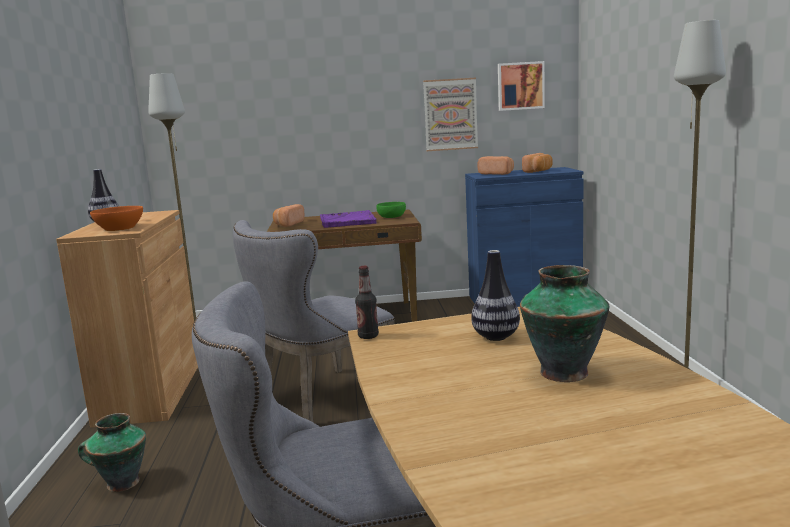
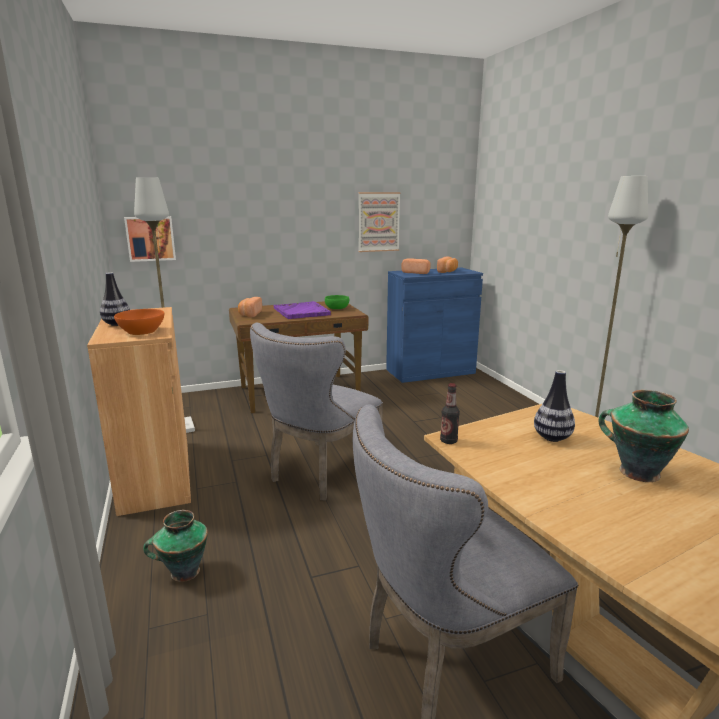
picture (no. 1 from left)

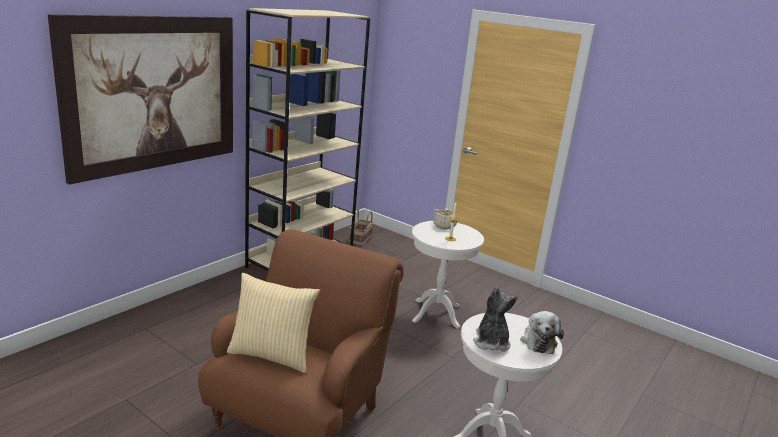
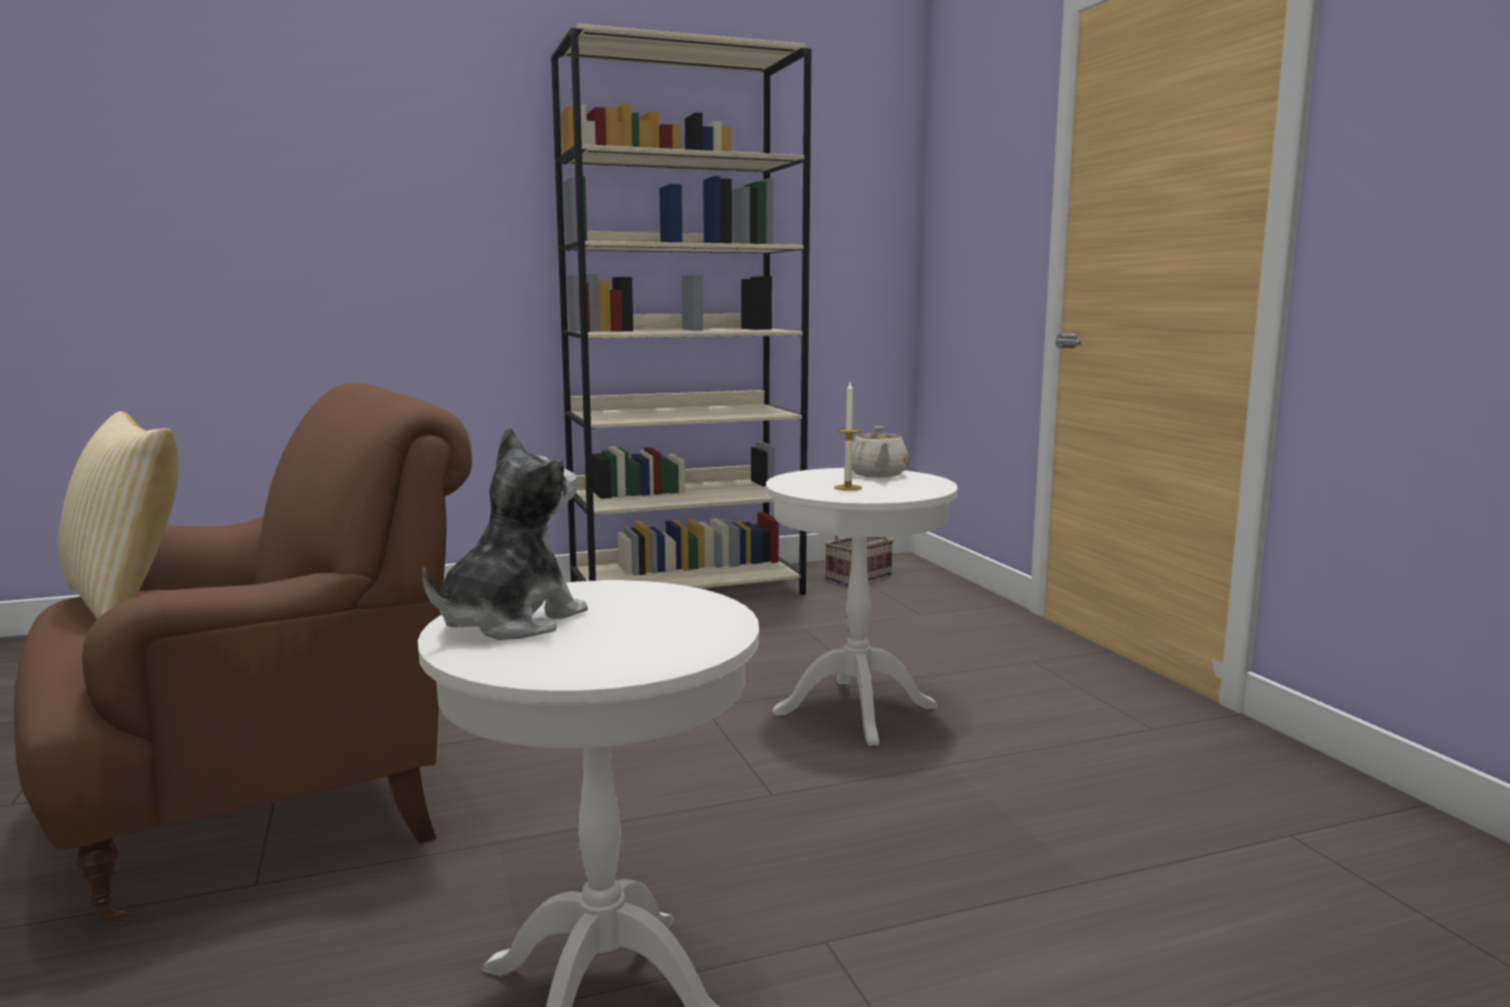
picture; plush_toy (no. 2 from left in the first image)

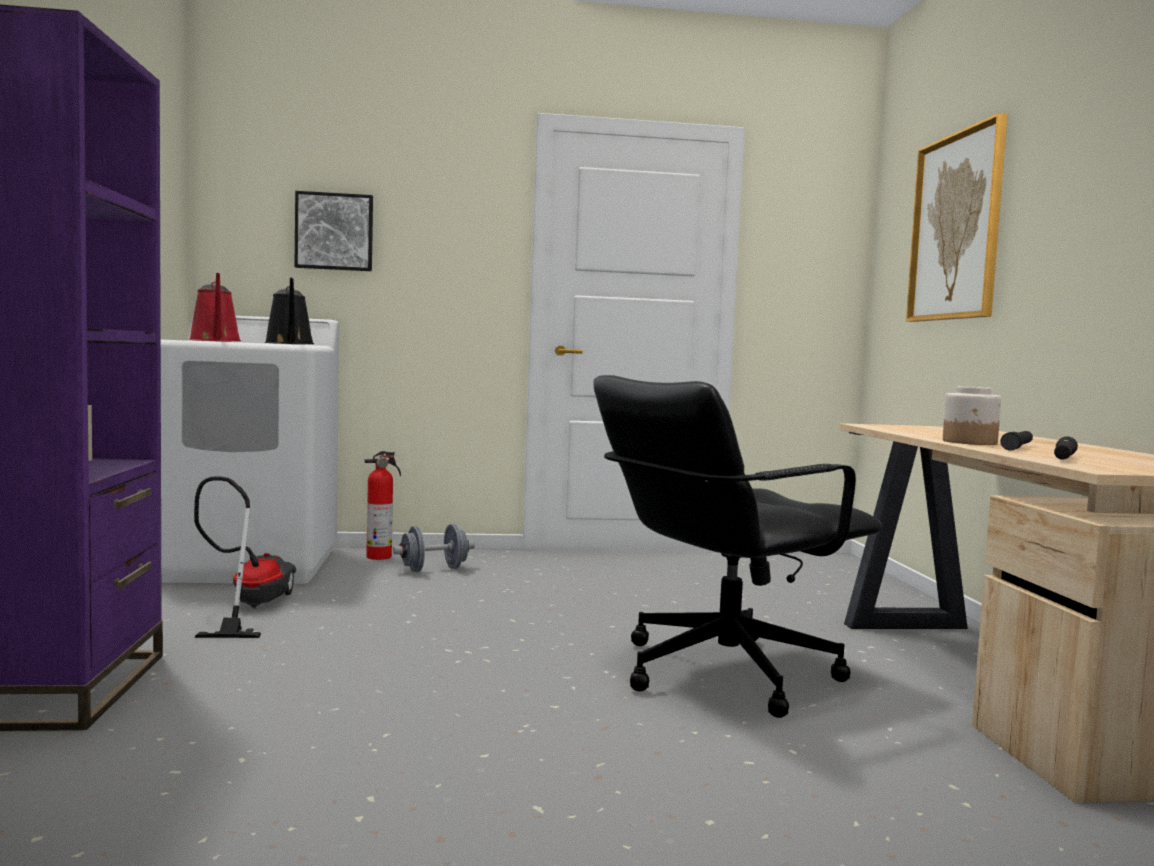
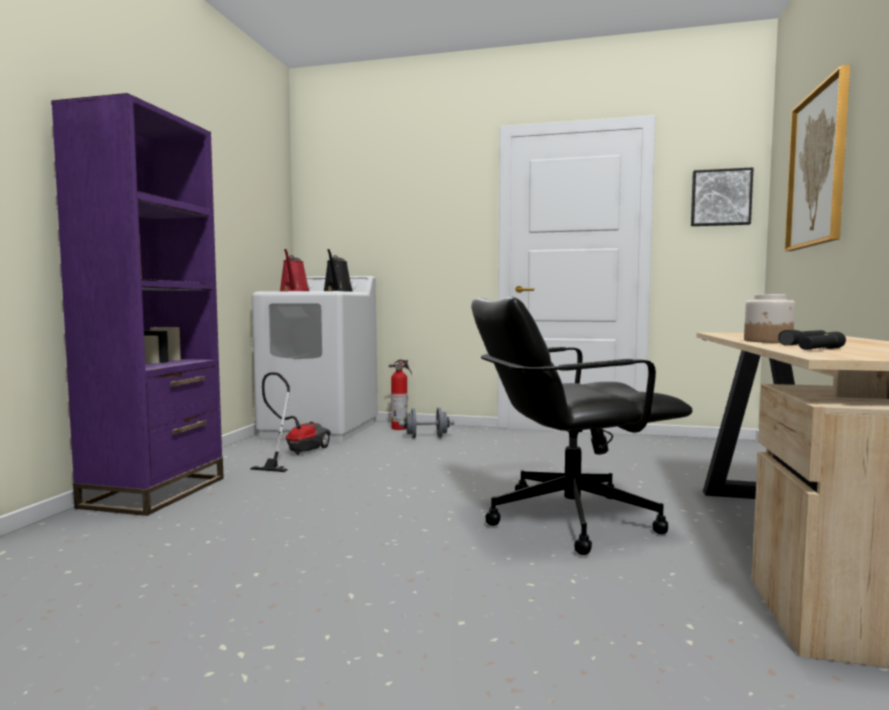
picture (no. 1 from left)

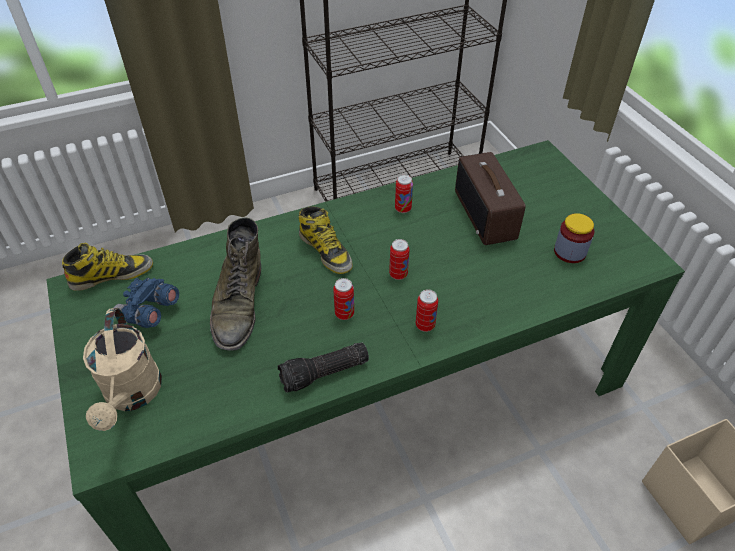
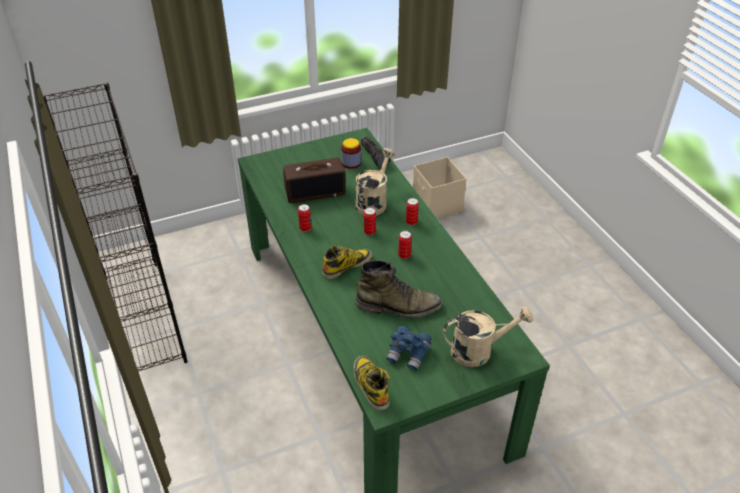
beige_watering_can (no. 1 from left); flashlight

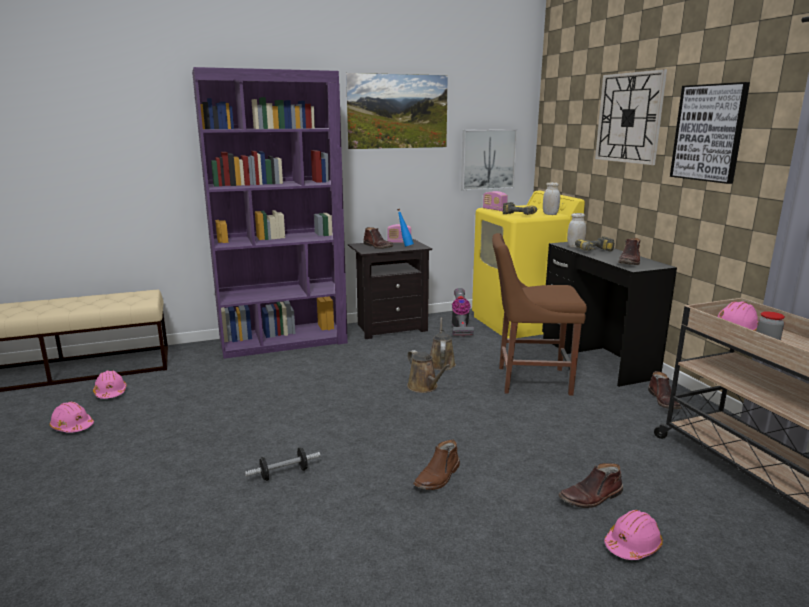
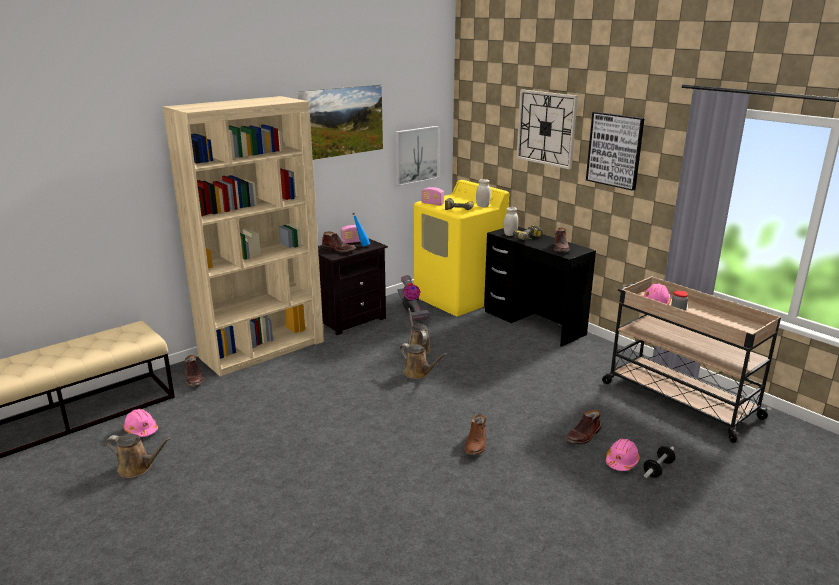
brown_watering_can (no. 1 from left); beige_bookcase; brown_boot (no. 1 from left); dumbbell; brown_chair

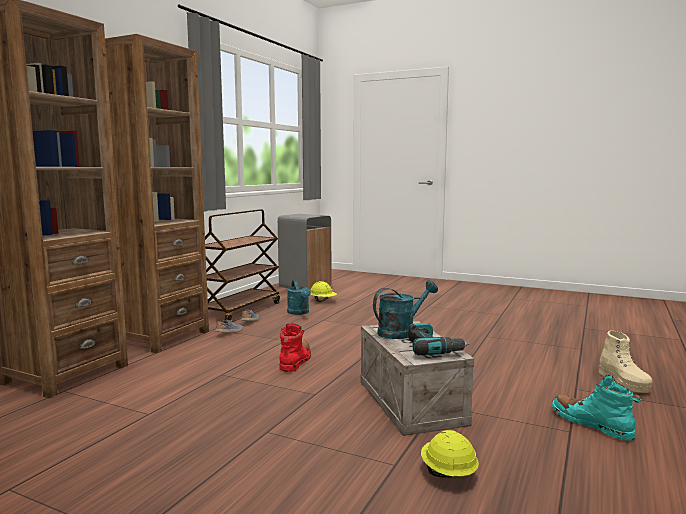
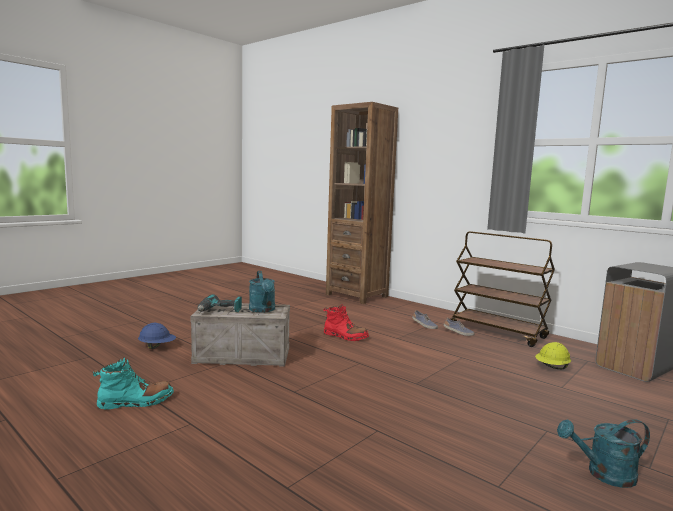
blue_hard_hat; turquoise_watering_can (no. 2 from left); brown_bookcase (no. 2 from left in the first image); beige_boot

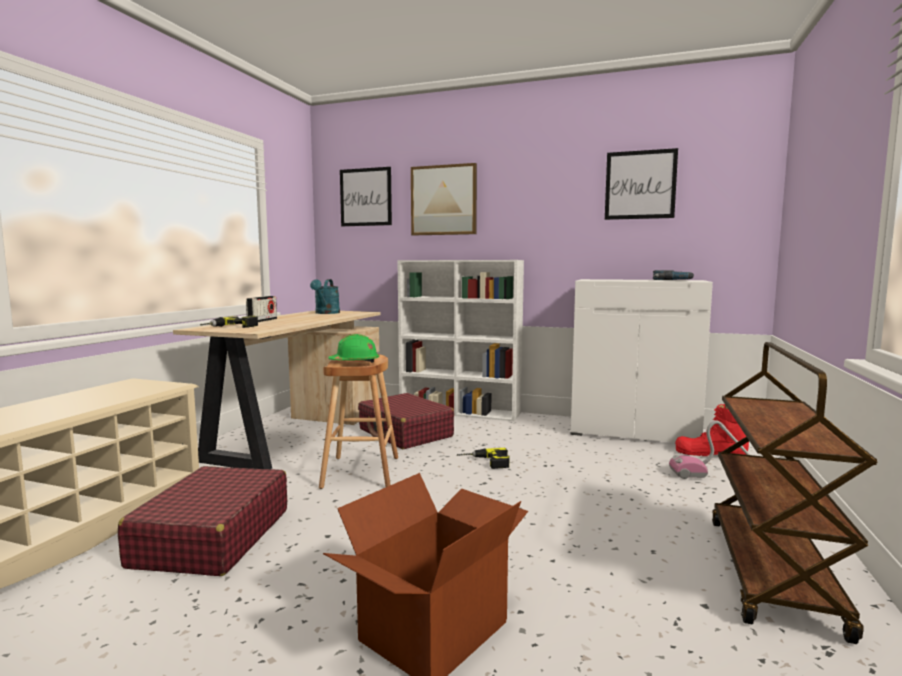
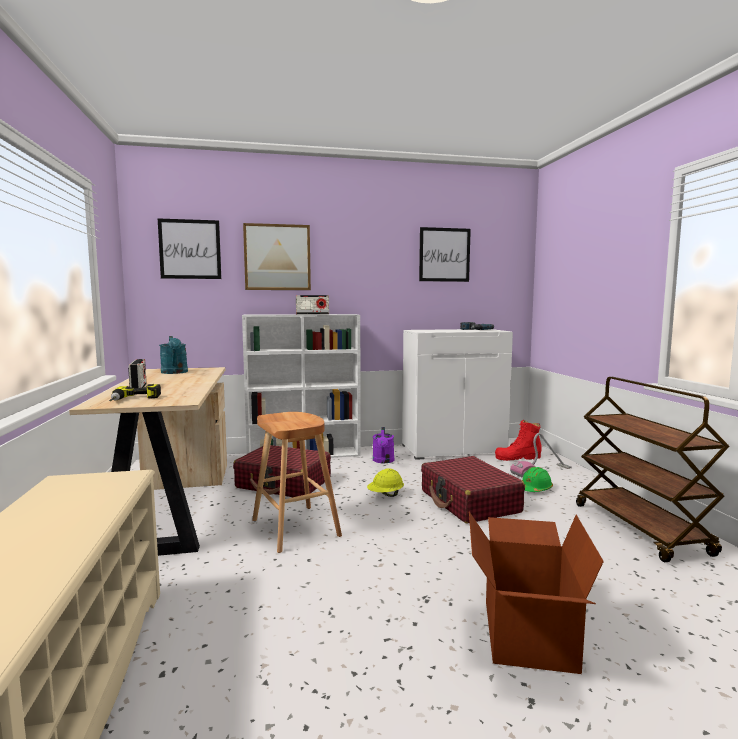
radio (no. 2 from left); yellow_hard_hat; purple_watering_can; red_suitcase (no. 2 from left); green_hard_hat

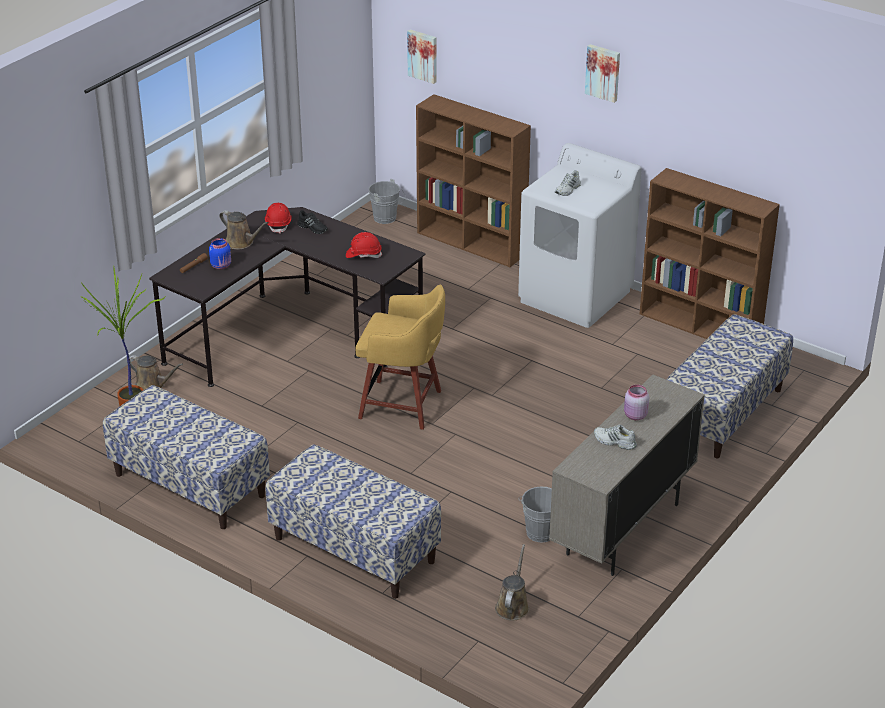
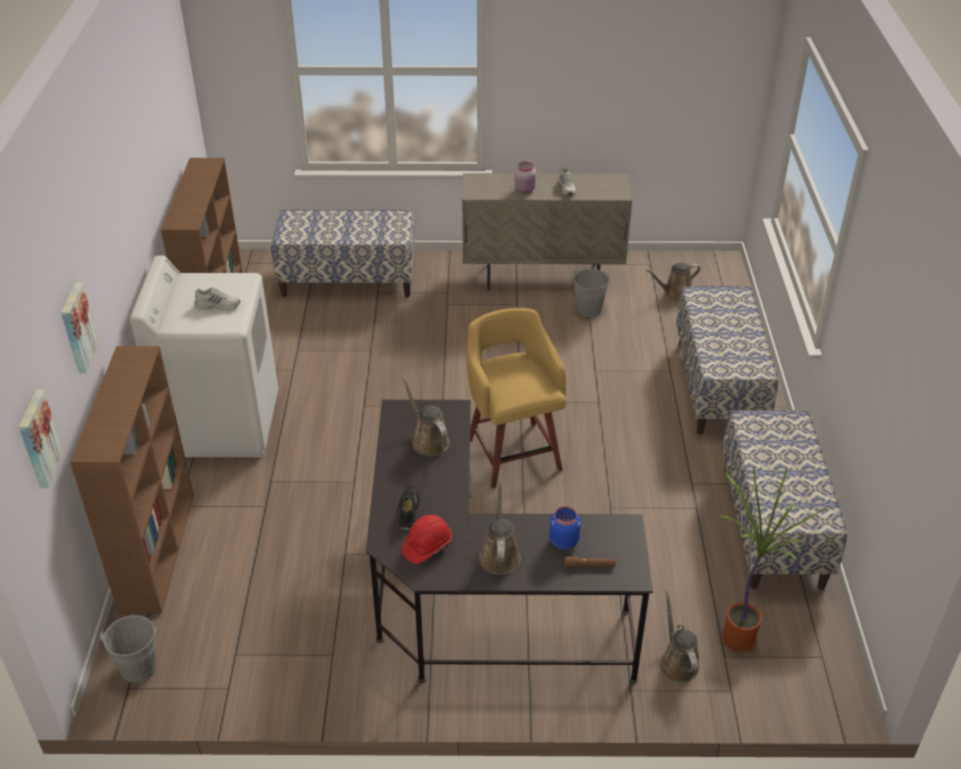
picture (no. 2 from left); brown_watering_can (no. 1 from left)

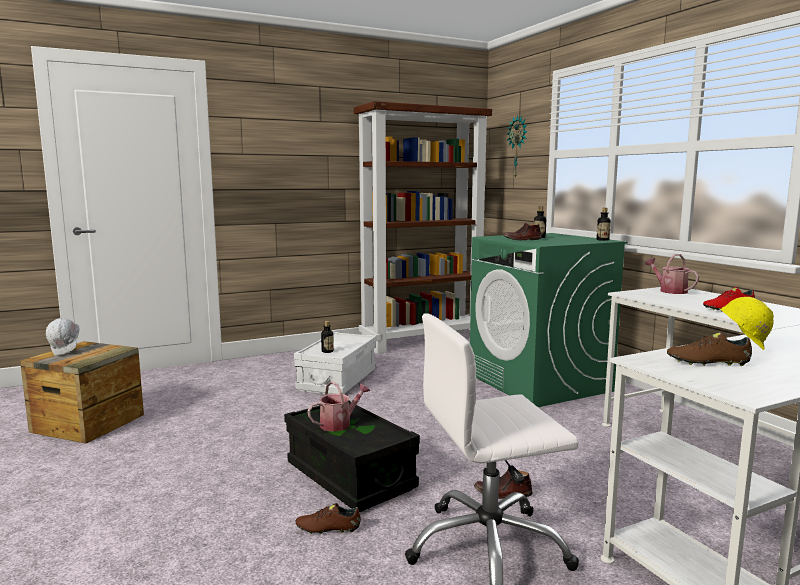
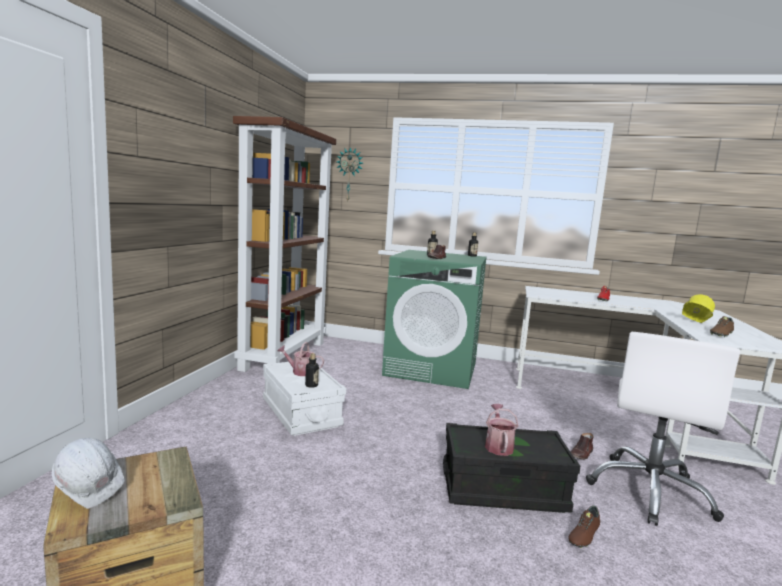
watering_can (no. 1 from left)

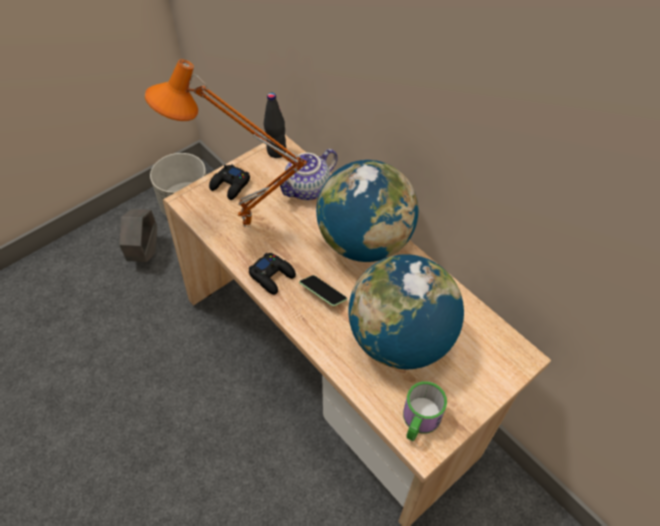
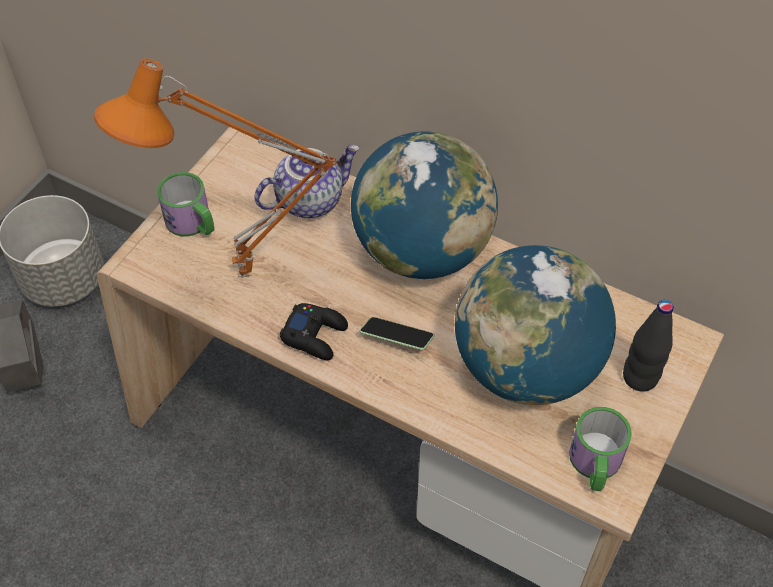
mug (no. 1 from left); teapot; black_bottle

